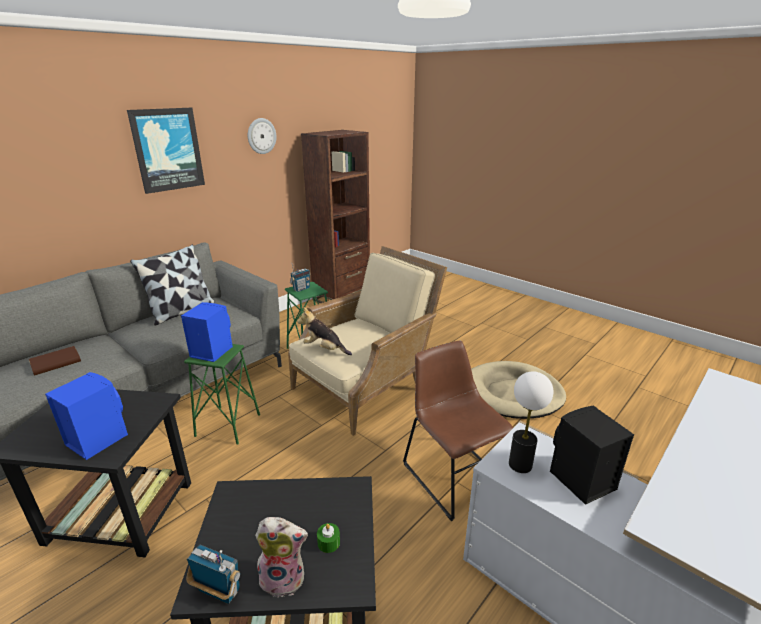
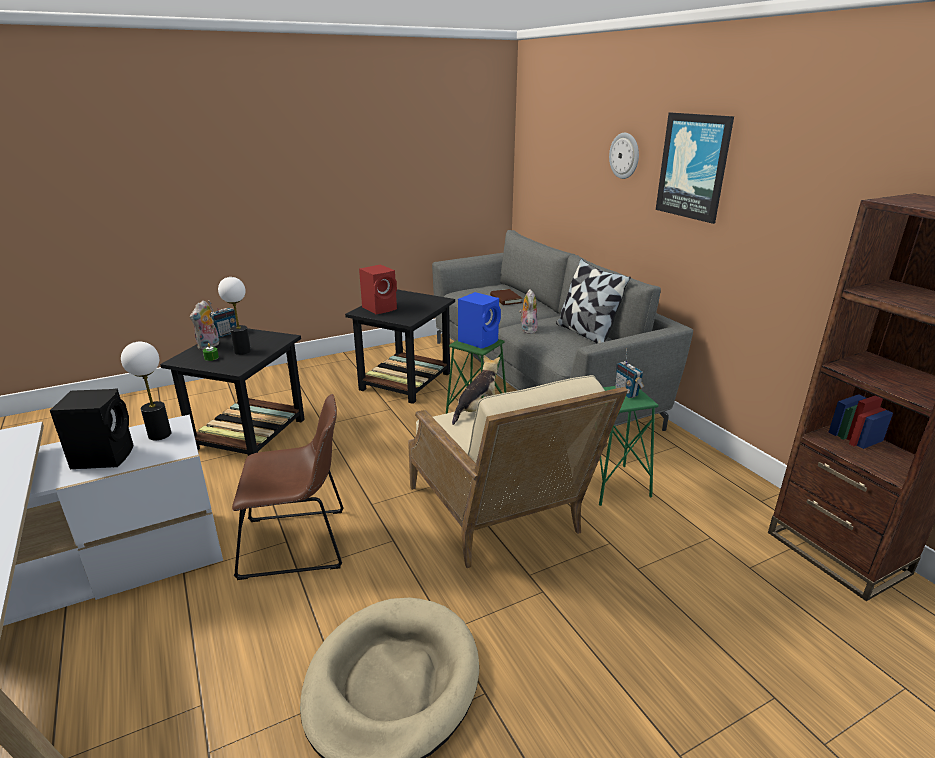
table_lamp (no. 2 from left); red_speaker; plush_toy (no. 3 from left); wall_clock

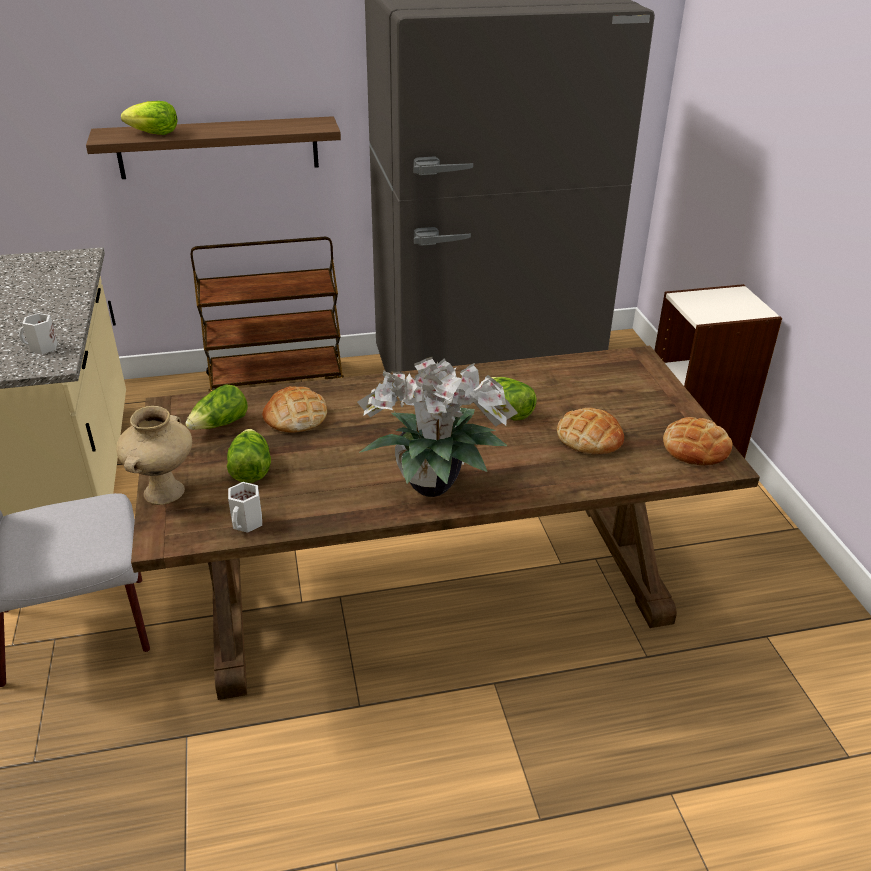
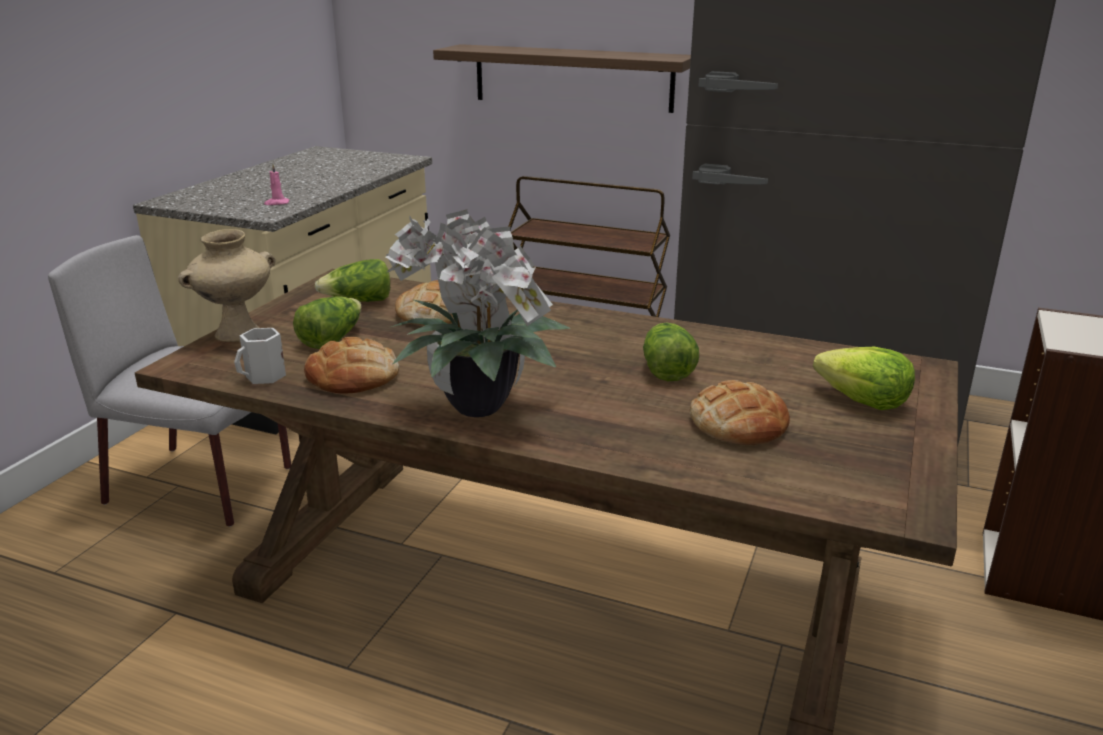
pink_candle; bread (no. 1 from left); lettuce (no. 4 from left)

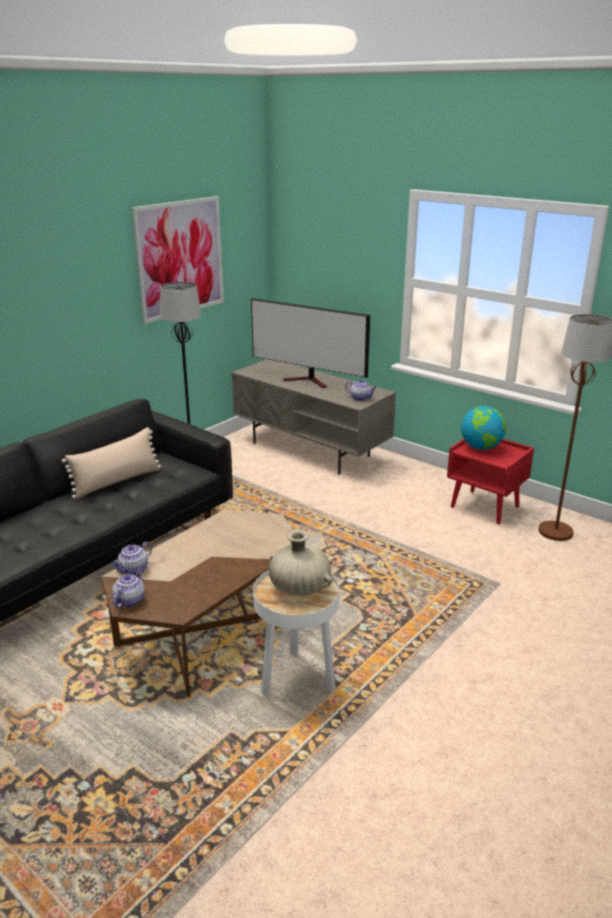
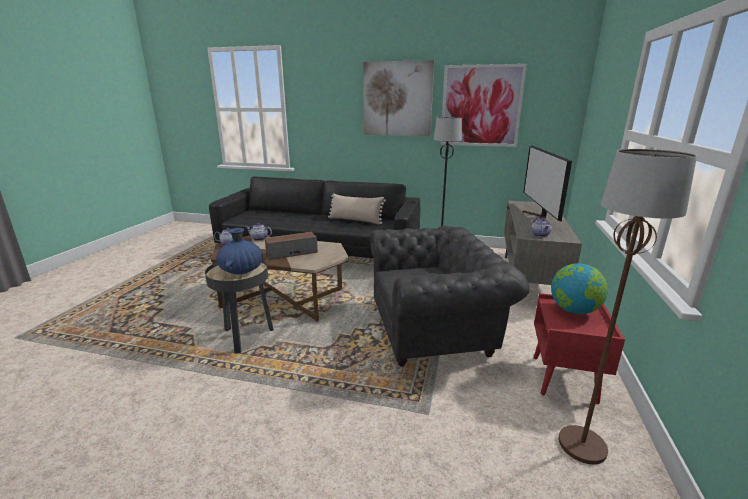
black_side_table; blue_vase; speaker; picture (no. 1 from left); grey_armchair

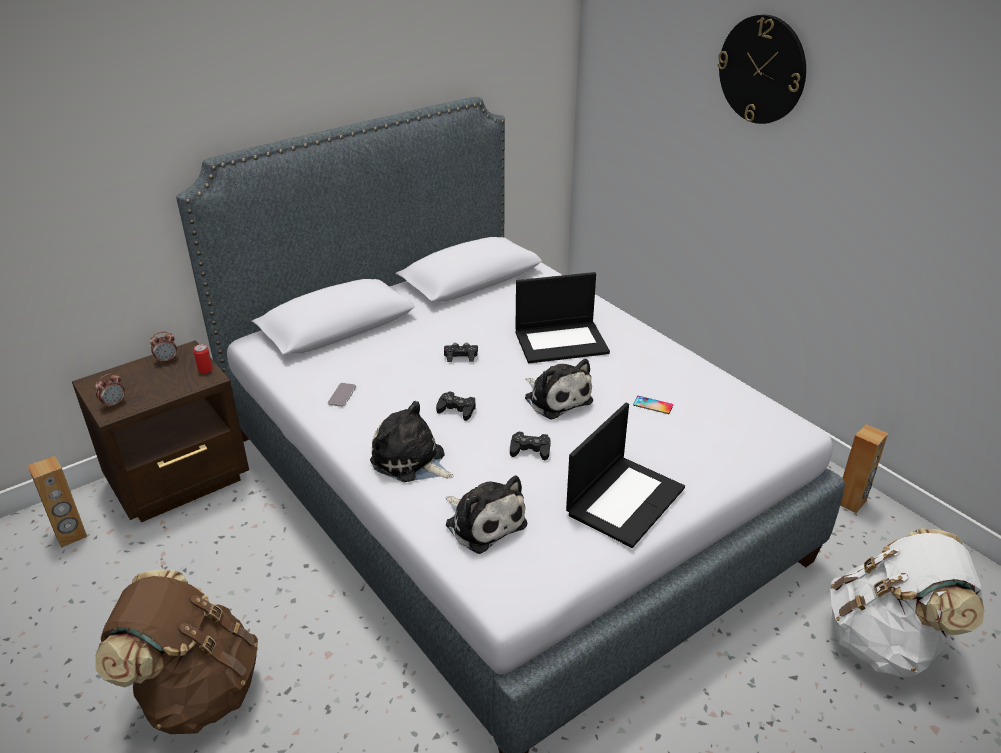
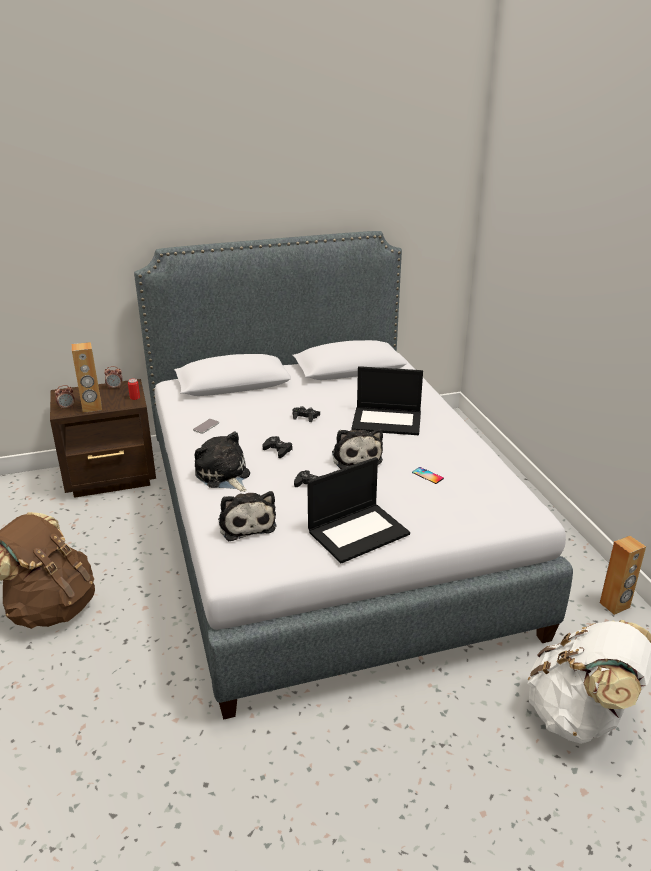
brown_speaker (no. 1 from left); wall_clock

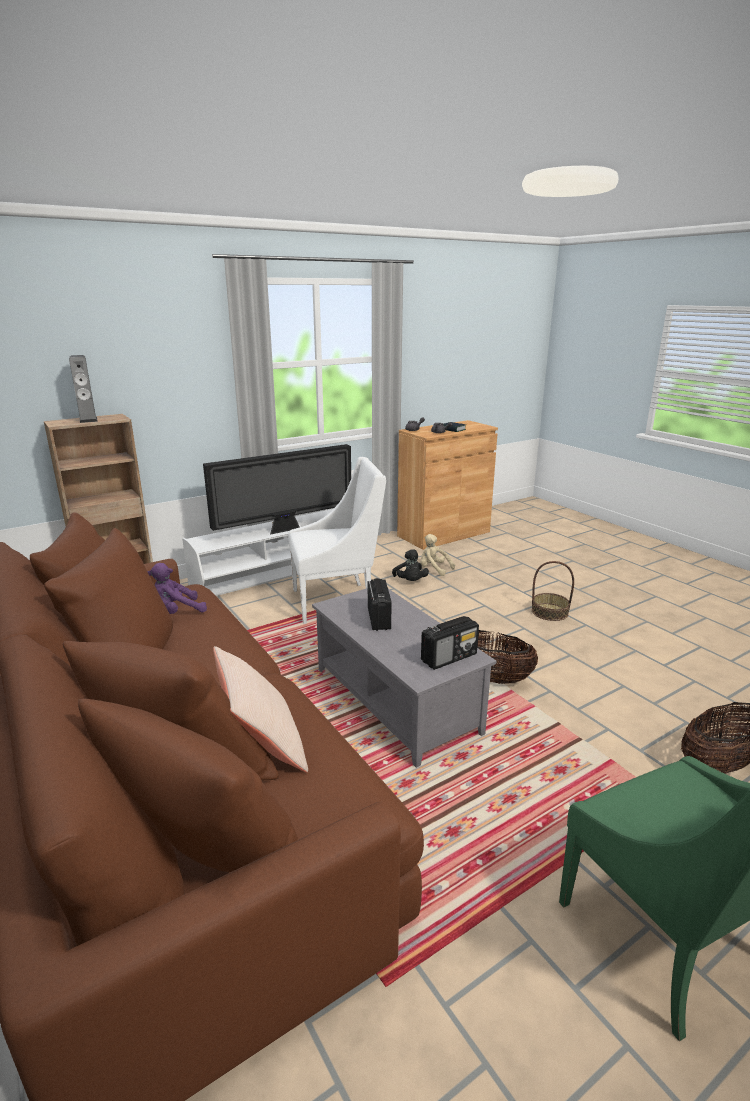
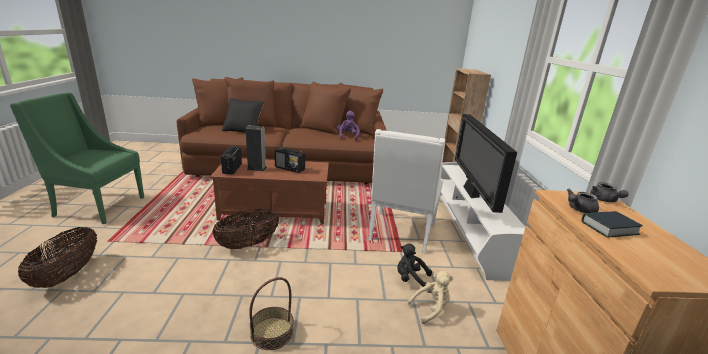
brown_coffee_table; black_pillow; speaker

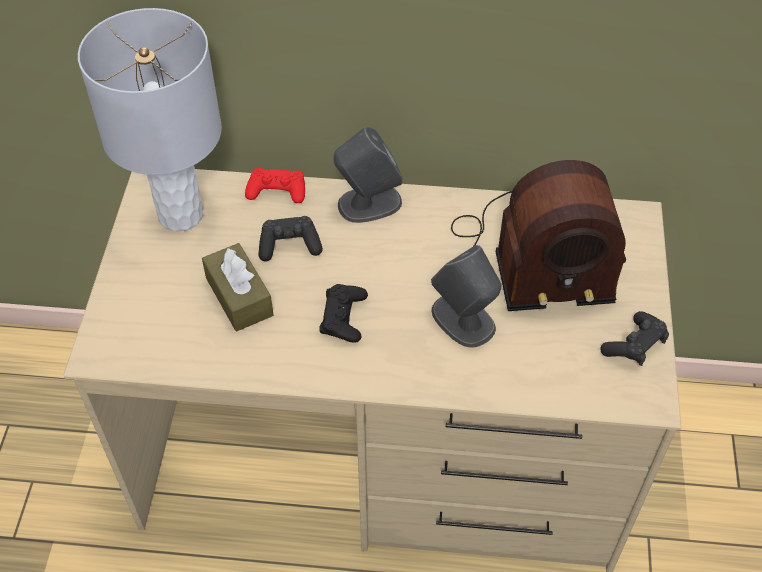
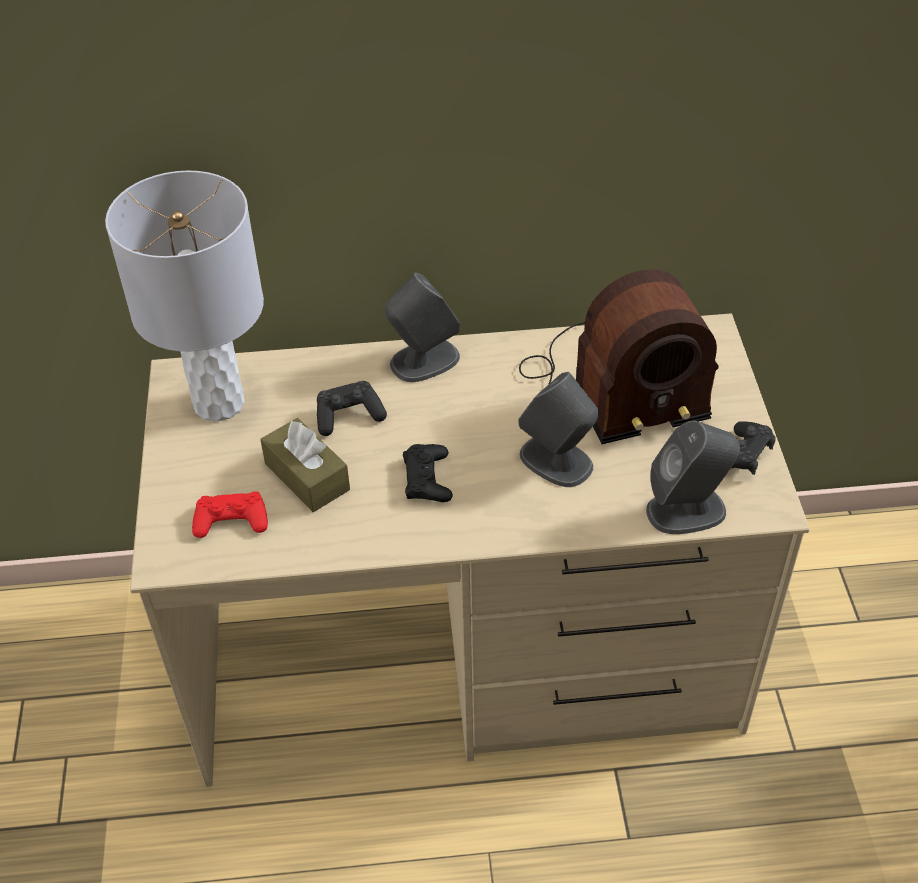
red_game_controller; grey_speaker (no. 3 from left)

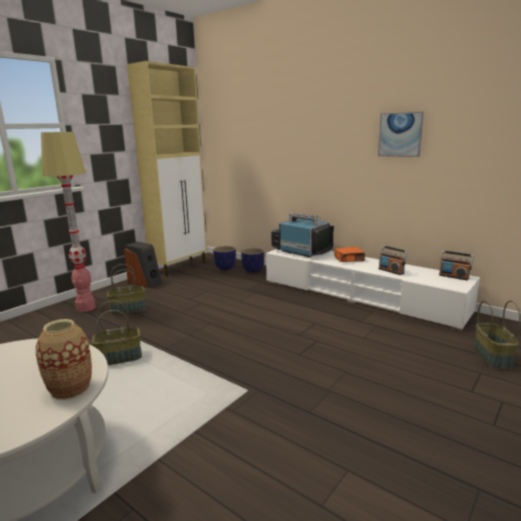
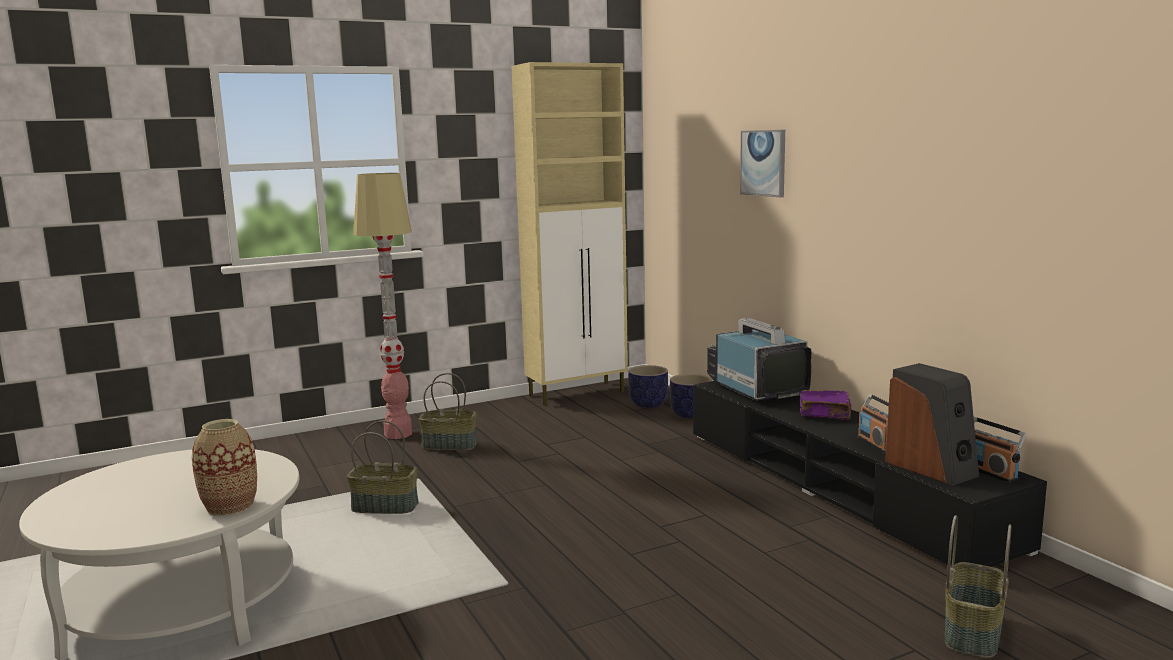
black_tv_stand; picture; purple_book; speaker

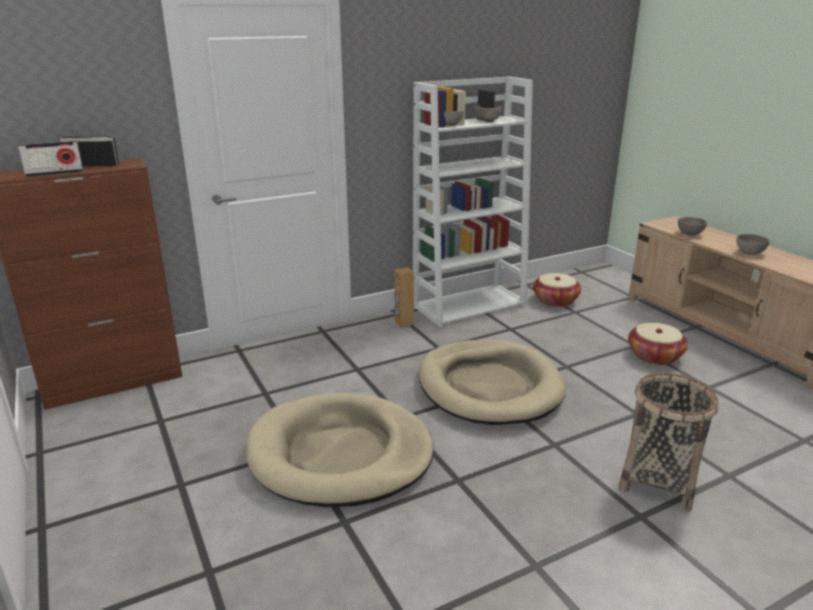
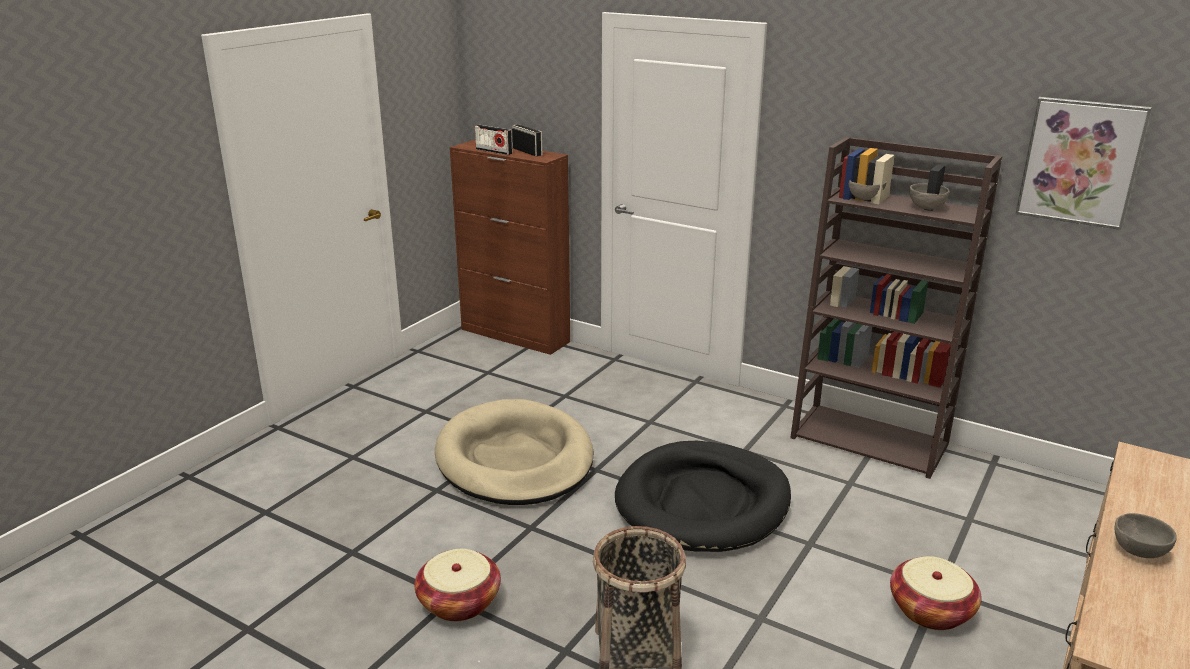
basket (no. 1 from left); black_dog_bed; brown_bookcase; picture; brown_speaker; grey_bowl (no. 3 from left in the first image)

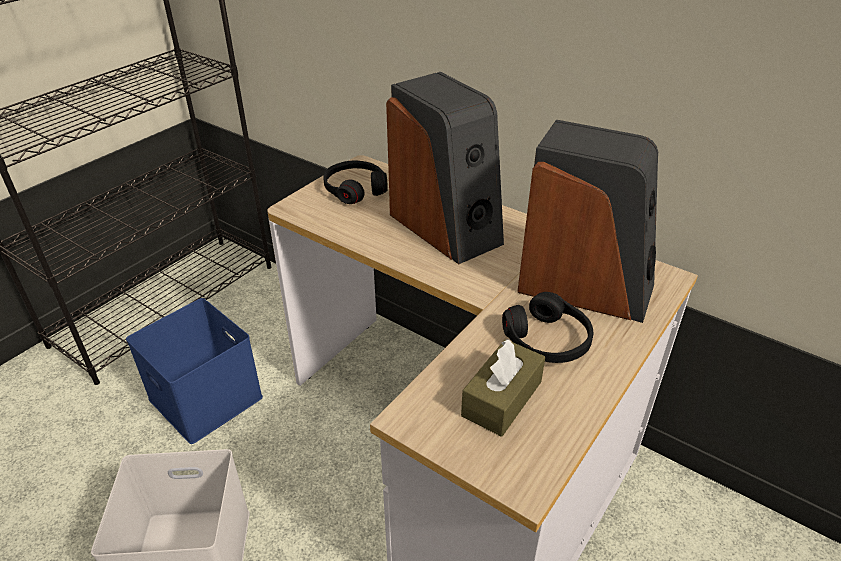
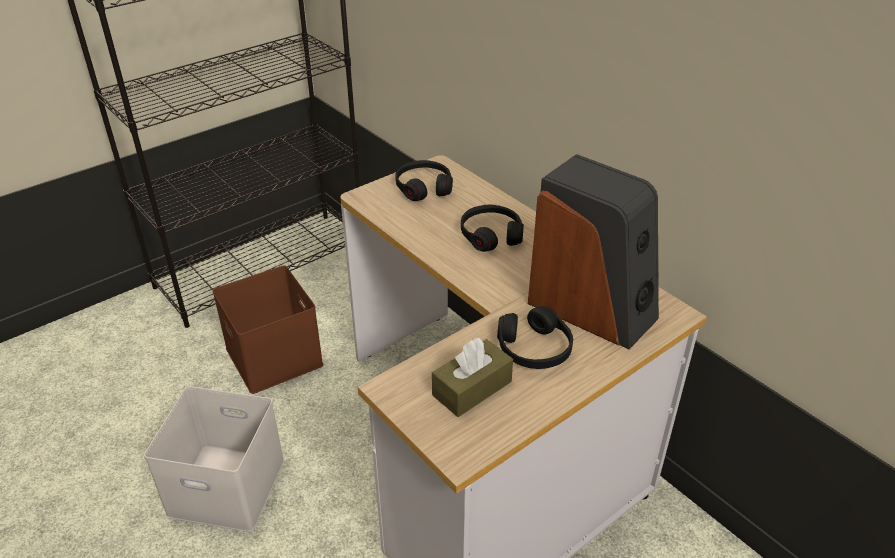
brown_storage_box; black_headphones (no. 2 from left)

